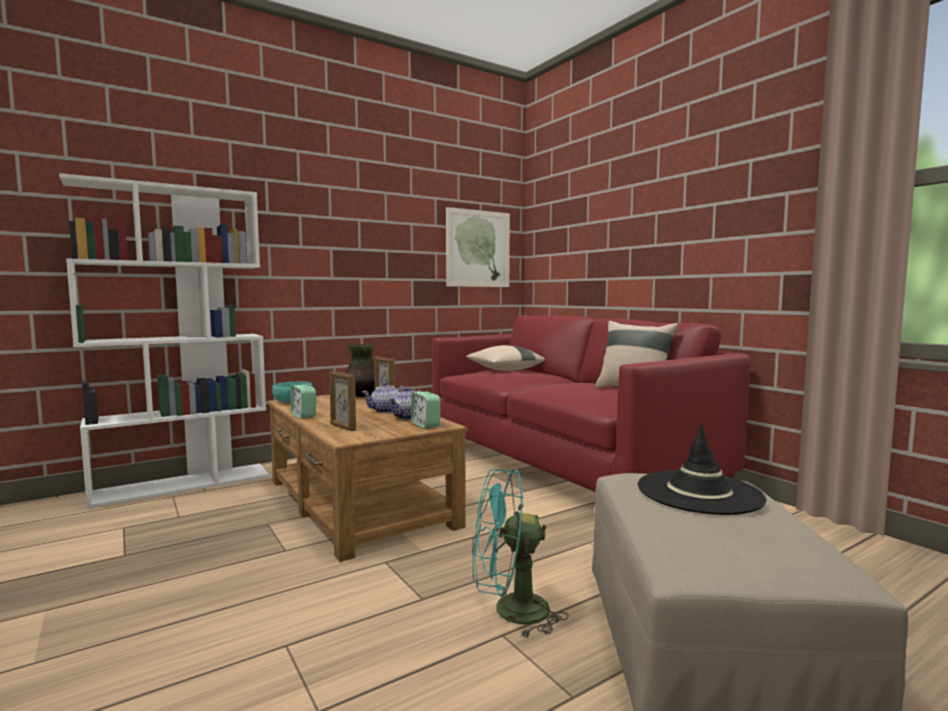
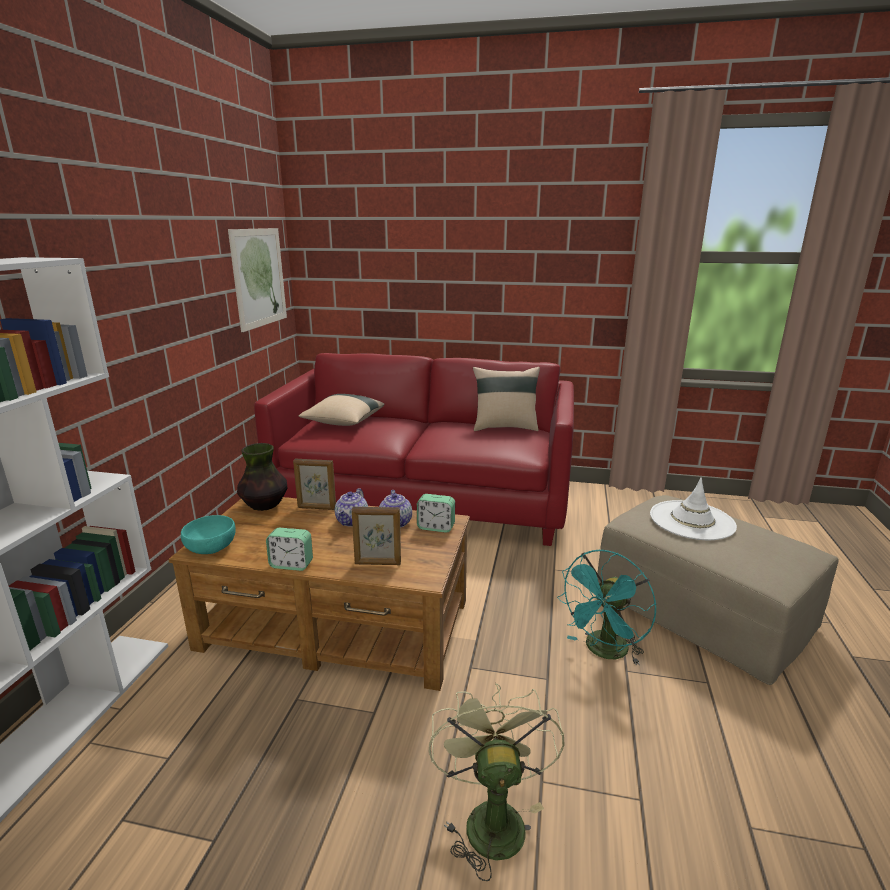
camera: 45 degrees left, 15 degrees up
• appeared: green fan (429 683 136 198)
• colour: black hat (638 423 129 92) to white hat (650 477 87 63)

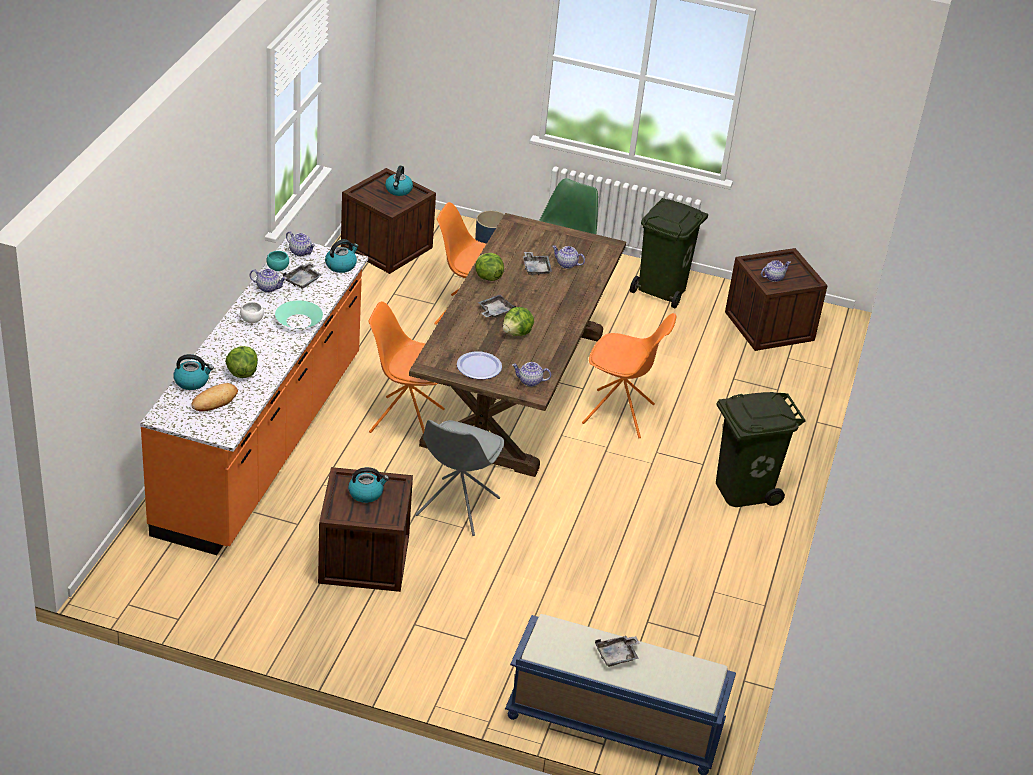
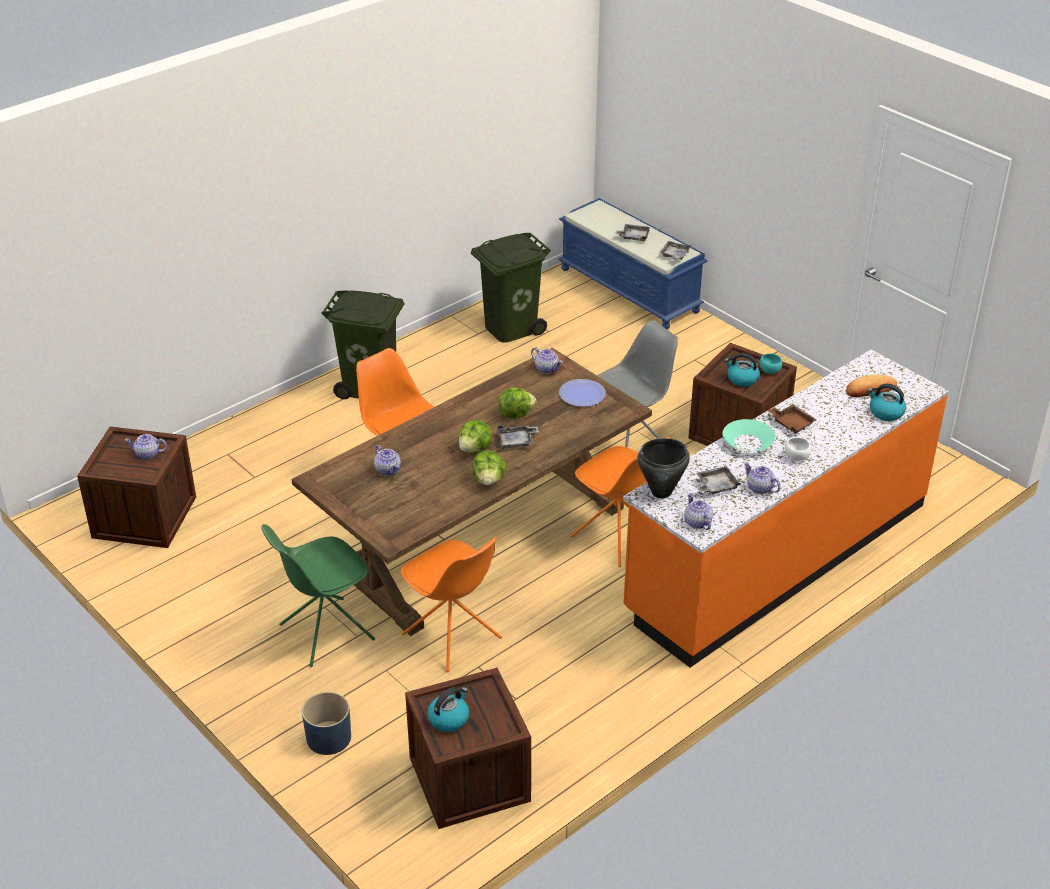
camera: 145 degrees left, 0 degrees up
• appeared: brown tray (768 404 48 30)
• relocated: lettuce (225 346 33 32) to (459 420 33 33)
• relocated: turquoise bowl (266 251 23 20) to (760 353 22 21)
• relocated: grey tray (523 252 29 23) to (660 241 31 20)
• relocated: green trash can (630 198 78 110) to (471 233 80 110)
• exchanged: kettle (325 239 34 34) to black cooking pot (637 438 53 61)

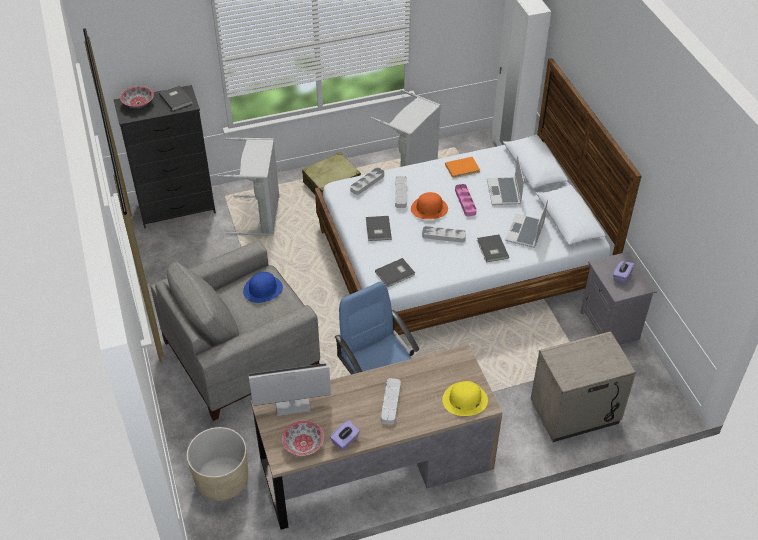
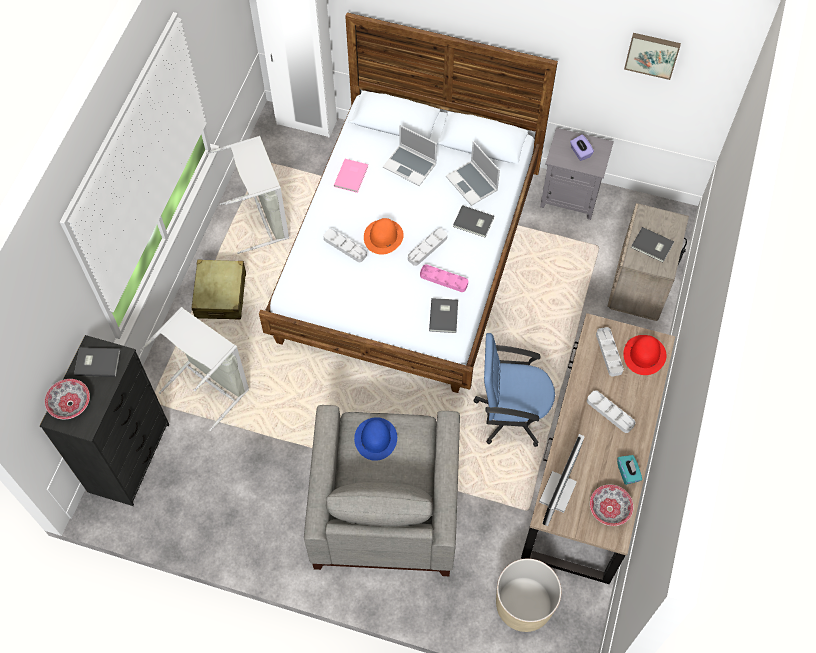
camera: 55 degrees left, 15 degrees up
• appeared: picture (624 33 57 47)
• relocated: grey tray (350 168 34 27) to (596 327 28 49)
• relocated: grey book (366 216 26 25) to (631 227 43 35)
• relocated: pink tray (455 184 22 32) to (420 264 48 28)
• colour: purple tissue box (330 420 30 31) to turquoise tissue box (617 455 25 30)
• colour: yellow hat (442 381 46 35) to red hat (623 335 44 40)
• colour: orange book (445 157 35 21) to pink book (334 159 34 34)

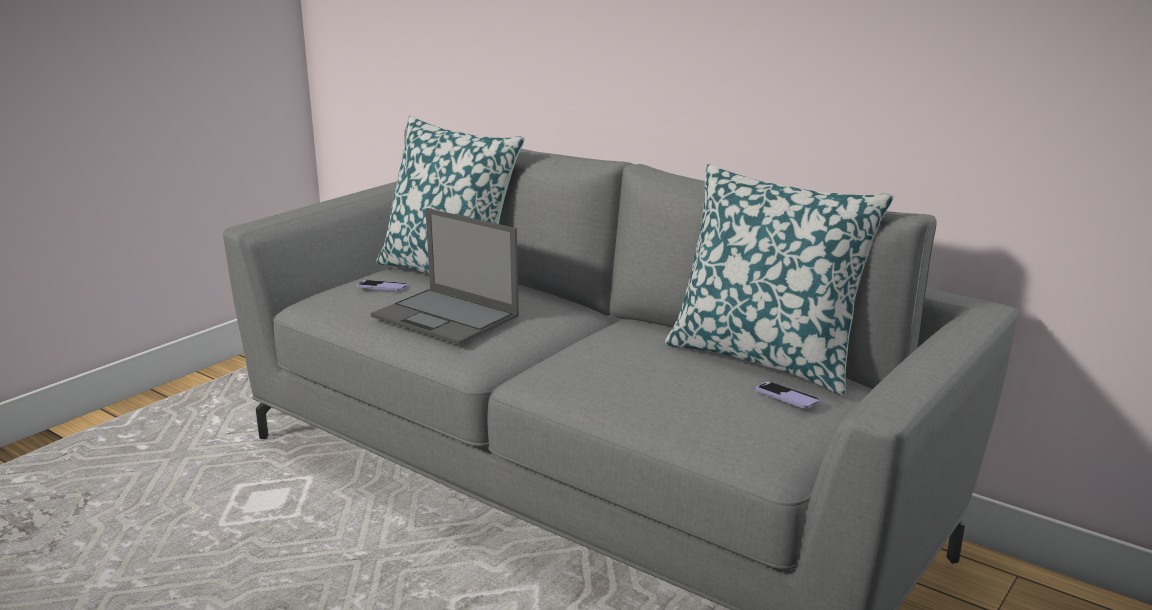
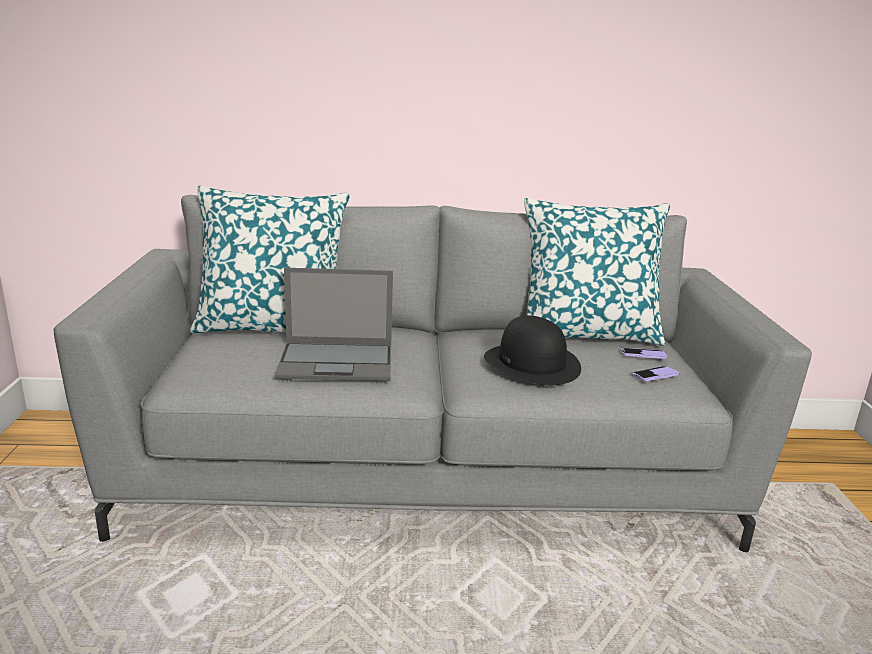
camera: 40 degrees left, 0 degrees up
• appeared: black hat (484 315 97 70)
• relocated: phone (356 280 52 11) to (631 366 49 15)

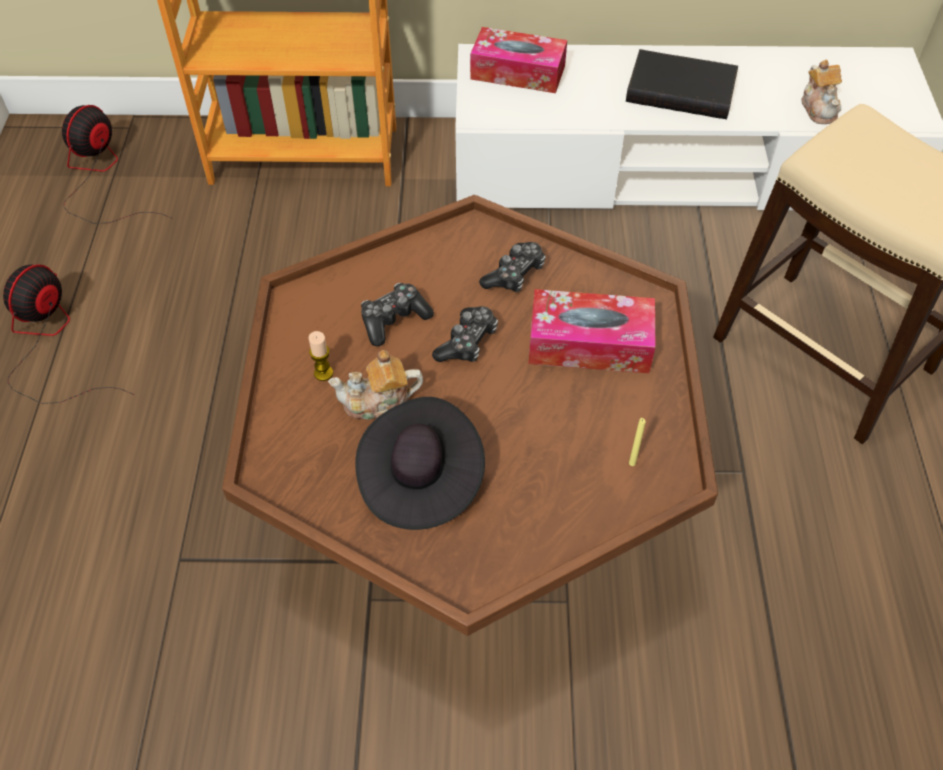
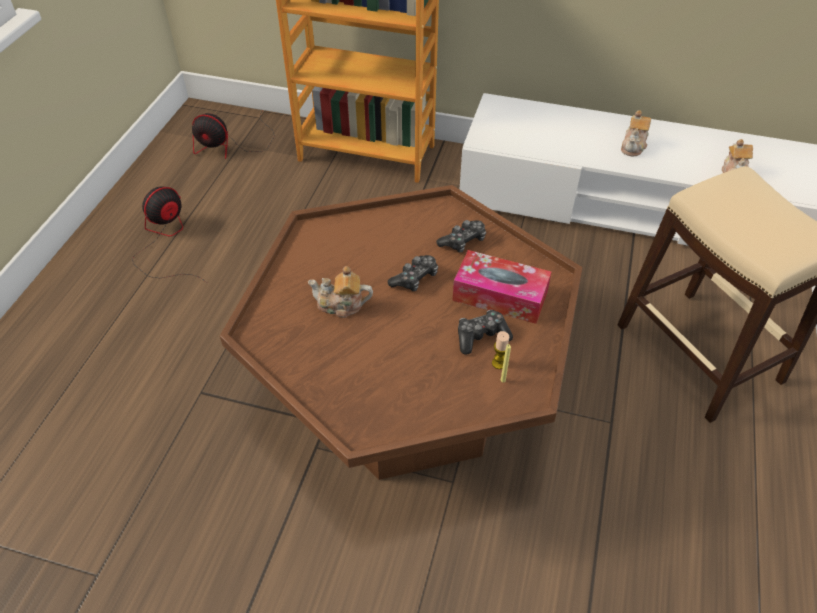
camera: 15 degrees right, 5 degrees down
• missing: black hat (355 397 130 133)
• missing: tissue box (470 27 97 66)
• relocated: candle (308 331 25 50) to (492 331 17 38)
• relocated: game controller (361 283 73 63) to (458 310 55 45)
• exchanged: black book (626 49 112 70) to teapot (621 110 30 46)
• spun: fan (62 105 111 118) = (192 110 83 49) 120 degrees counterclockwise

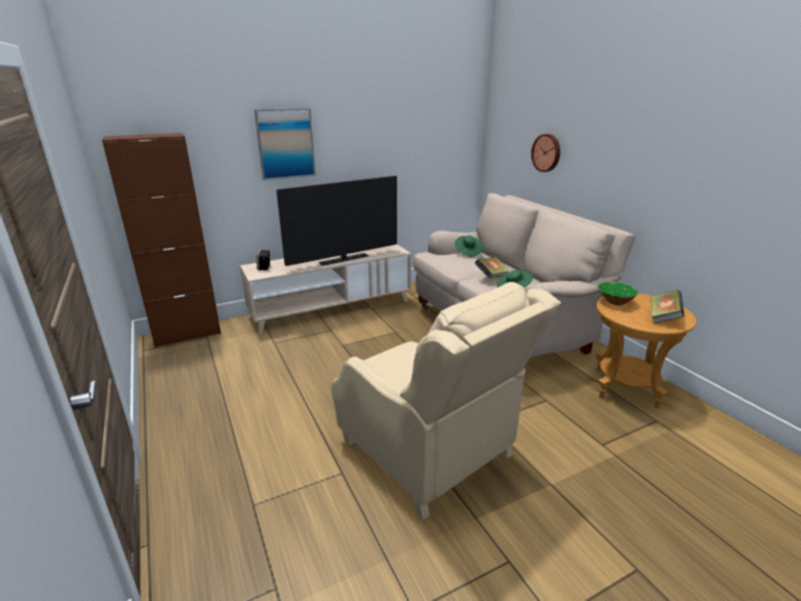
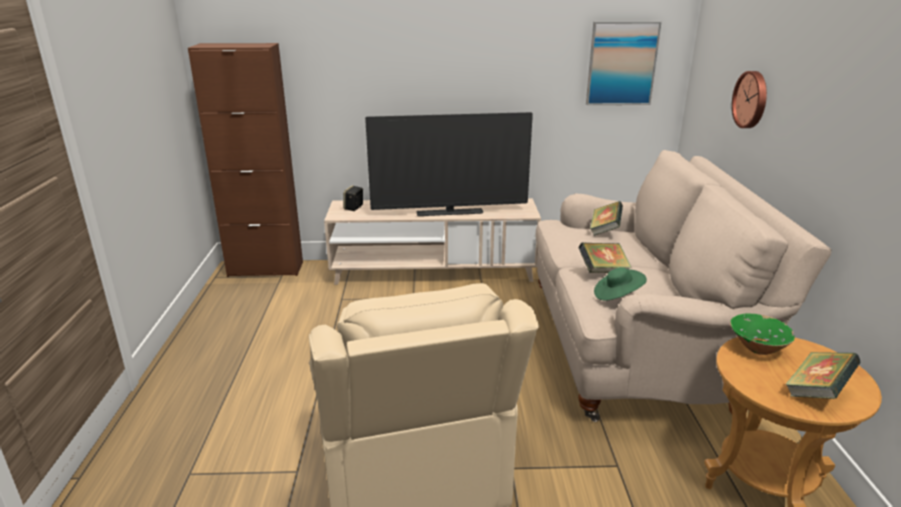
camera: 25 degrees right, 0 degrees up
• relocated: picture (254 108 62 72) to (586 21 76 84)
• exchanged: green hat (455 235 28 22) to book (590 201 33 35)

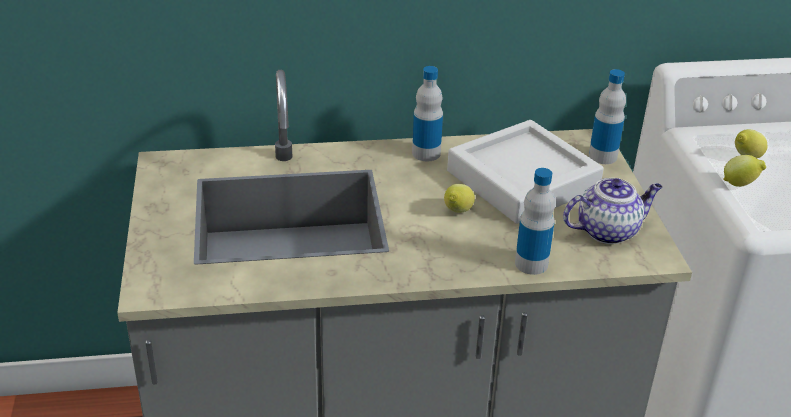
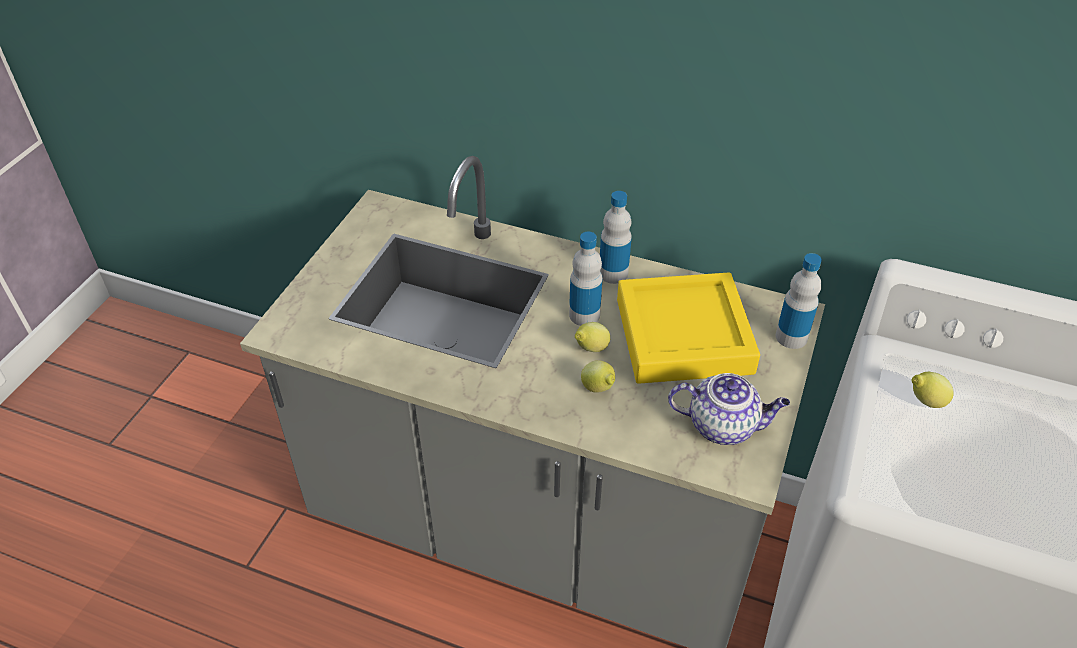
camera: 30 degrees right, 10 degrees up
• relocated: bottle (515 168 40 107) to (569 232 34 94)
• relocated: lemon (723 155 43 32) to (581 360 34 33)
• colour: grey tray (447 120 157 104) to yellow tray (617 272 143 112)

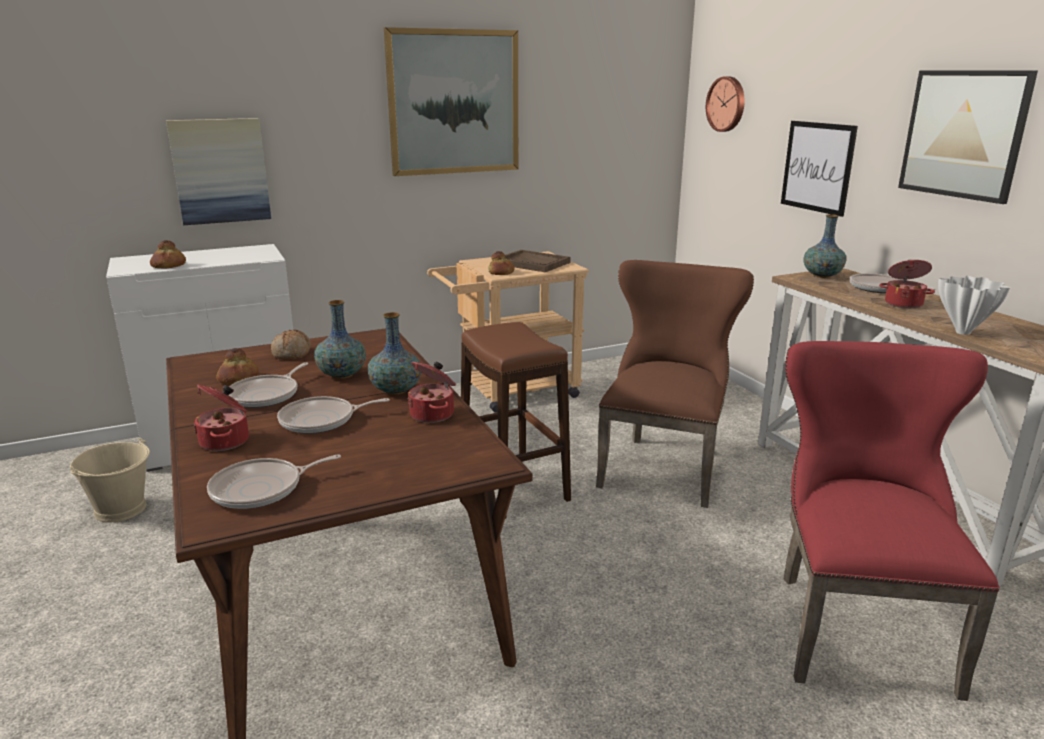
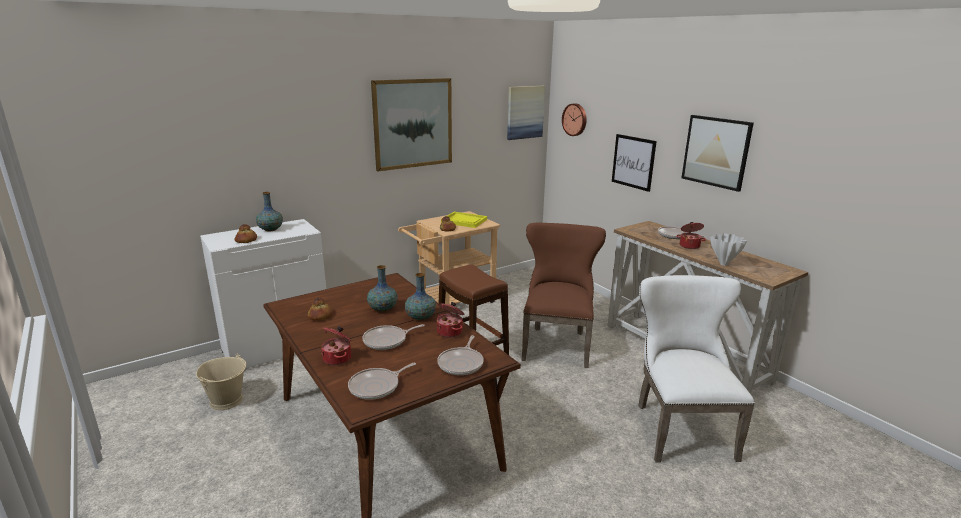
camera: 10 degrees left, 0 degrees up
• missing: bread (271 330 40 30)
• relocated: picture (166 118 105 107) to (507 86 38 54)
• relocated: frying pan (229 362 79 46) to (437 335 47 40)
• relocated: vase (803 214 43 64) to (256 192 27 40)
• colour: brown tray (505 250 66 22) to yellow tray (441 212 46 16)
• colour: red chair (784 341 215 360) to white chair (638 275 117 188)

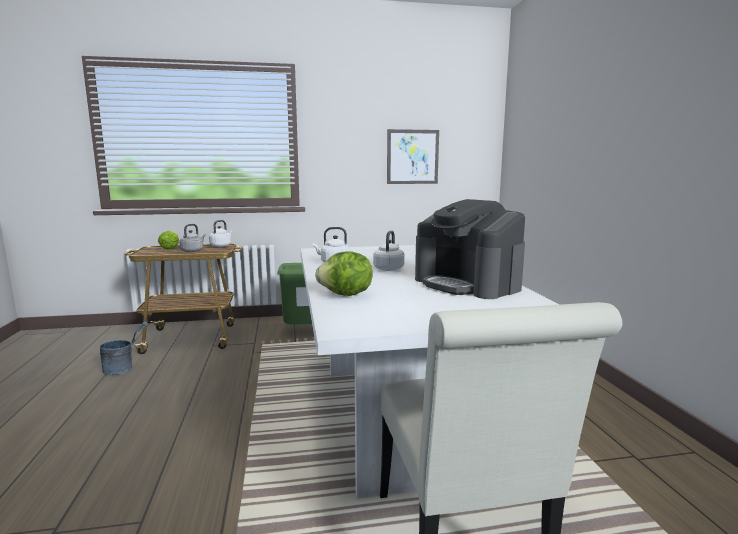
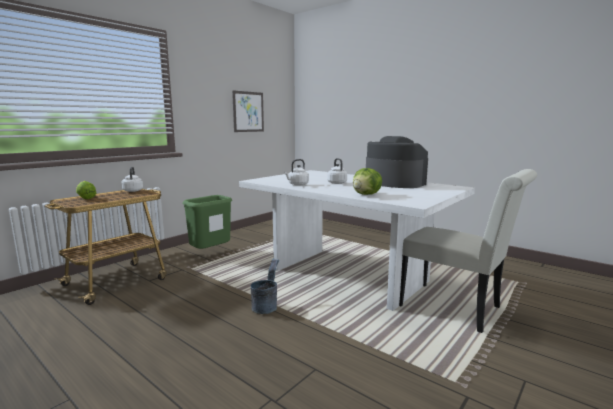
camera: 40 degrees left, 0 degrees up
• missing: grey kettle (179 224 27 28)
• relocated: grey bucket (100 321 48 54) to (251 258 28 56)
• spun: coffee machine (415 199 110 100) = (366 136 62 52) 150 degrees counterclockwise

